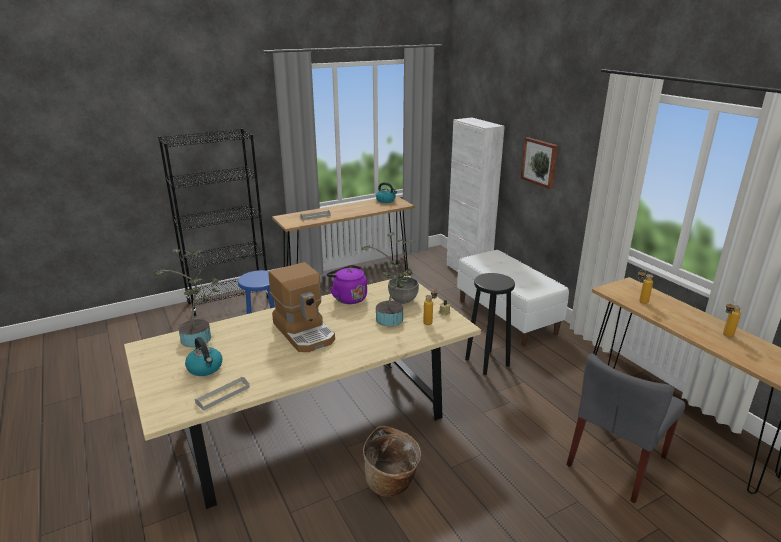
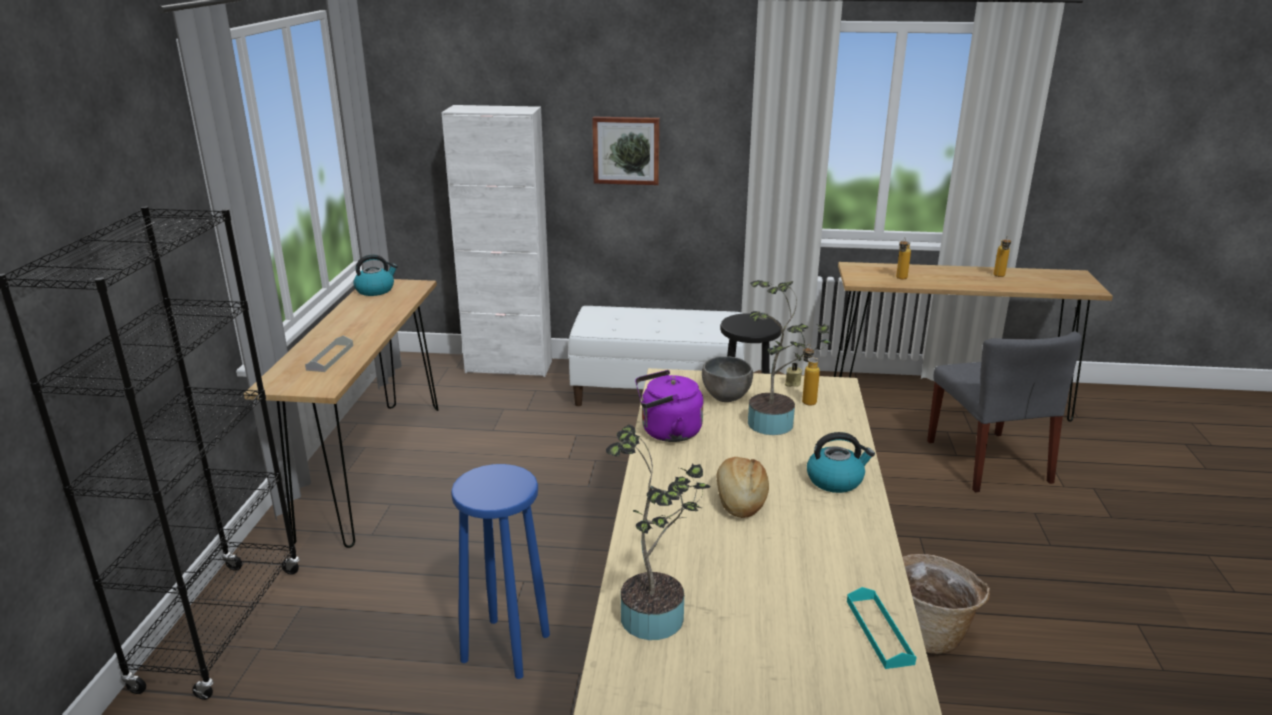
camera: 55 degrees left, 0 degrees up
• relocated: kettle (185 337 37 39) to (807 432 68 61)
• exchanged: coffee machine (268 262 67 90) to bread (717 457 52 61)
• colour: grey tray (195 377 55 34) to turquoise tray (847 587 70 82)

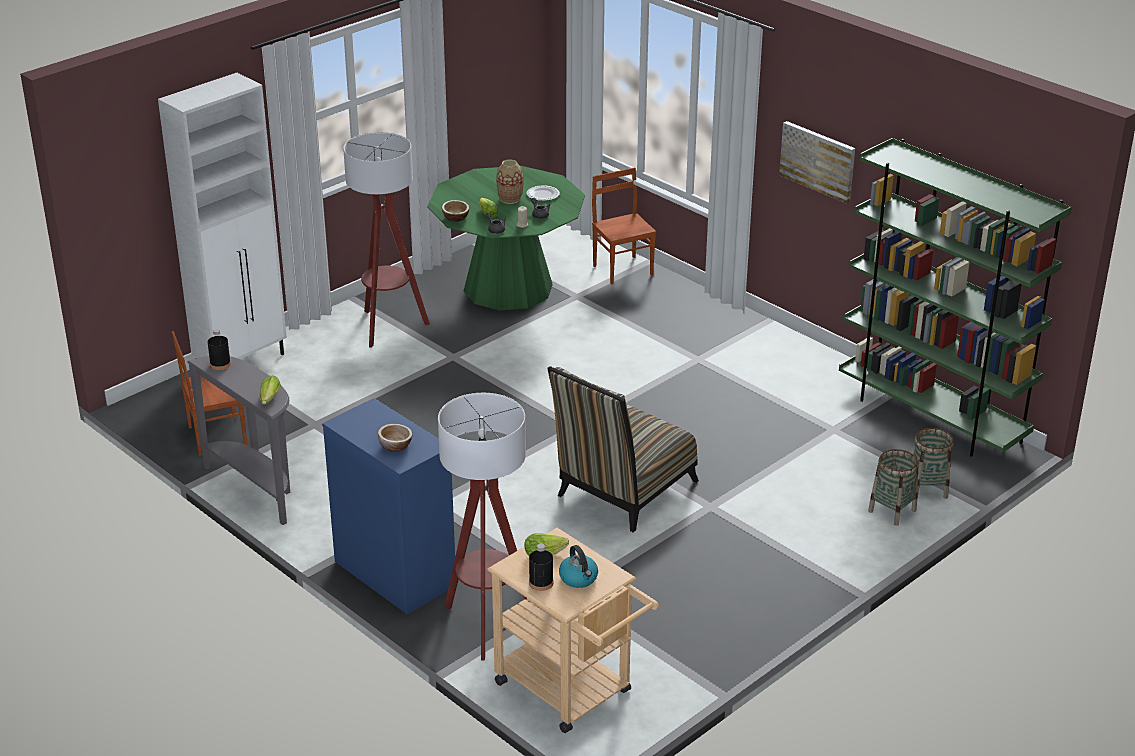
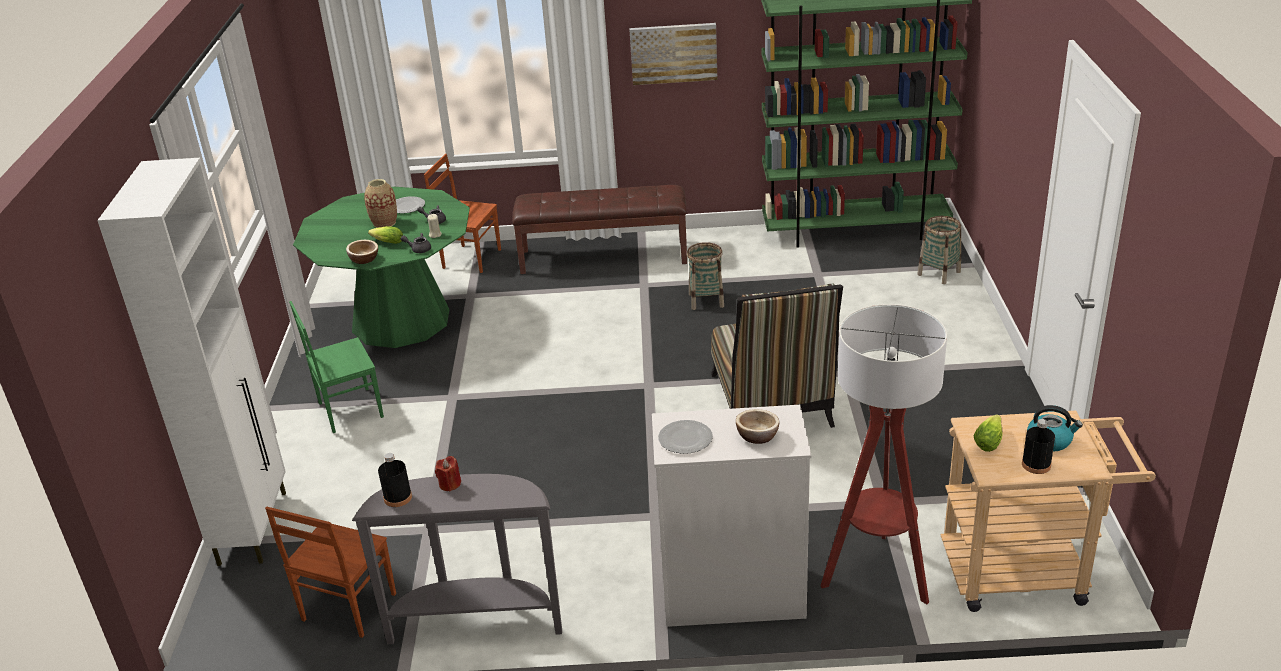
camera: 45 degrees left, 0 degrees up
• missing: lettuce (260 375 21 29)
• appeared: red candle (435 456 26 36)
• appeared: brown bench (512 185 175 89)
• appeared: plate (658 420 55 34)
• relocated: basket (868 449 50 77) to (687 242 37 68)
• exchanged: floor lamp (343 132 87 216) to green chair (289 301 95 132)
• colour: blue dresser (322 398 133 216) to white dresser (652 405 160 222)

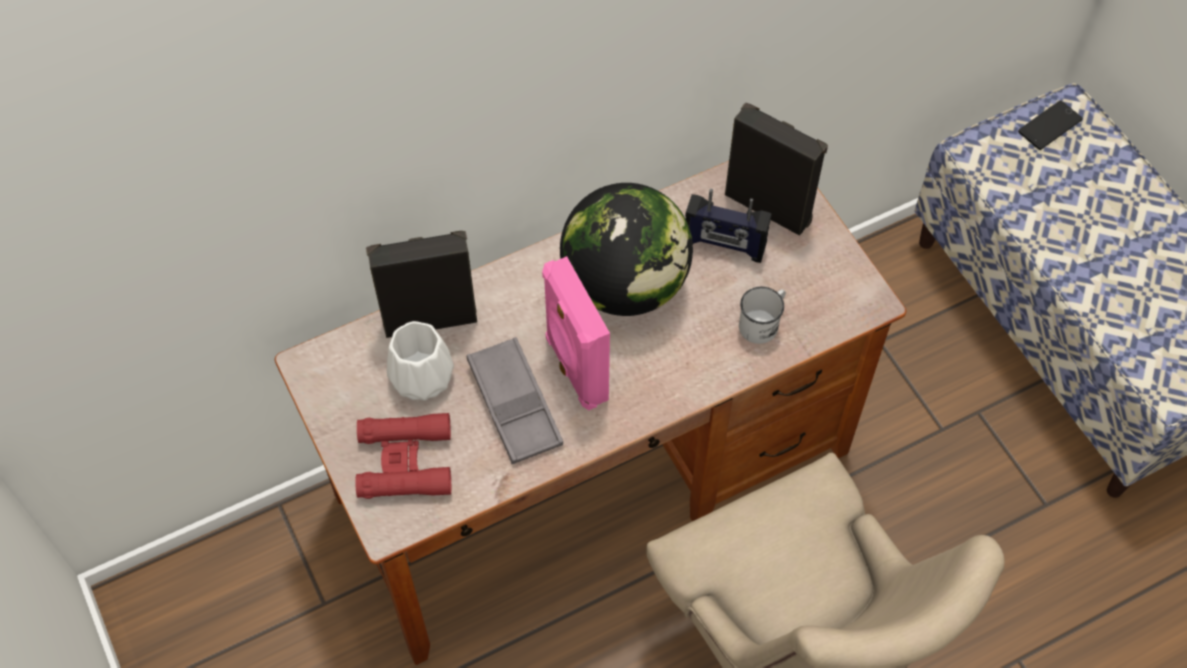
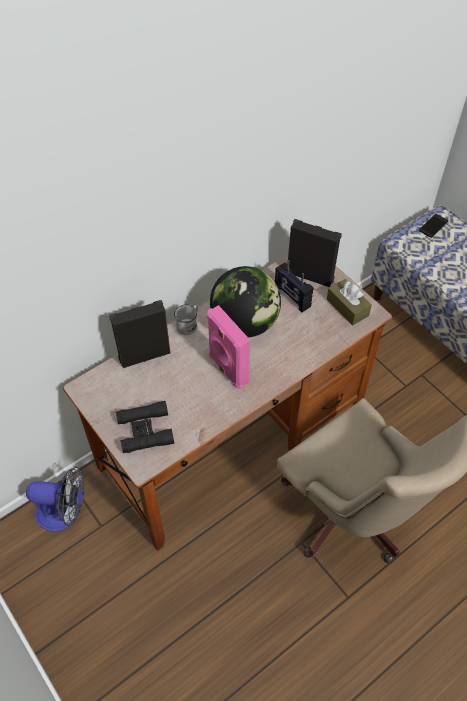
camera: 10 degrees left, 5 degrees down
• missing: white vase (387 321 67 80)
• missing: grey tray (467 337 96 127)
• appeared: fan (26 467 58 65)
• appeared: brown tissue box (327 279 45 46)
• relocated: white mug (739 287 47 57) to (174 305 24 30)
• colour: red binoculars (355 413 96 86) to black binoculars (116 401 58 52)
• spun: radio (685 189 87 74) = (275 260 39 52) 45 degrees clockwise

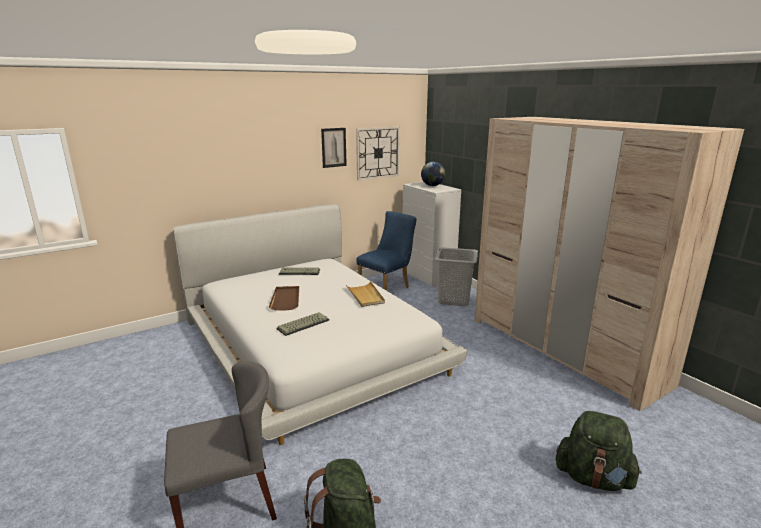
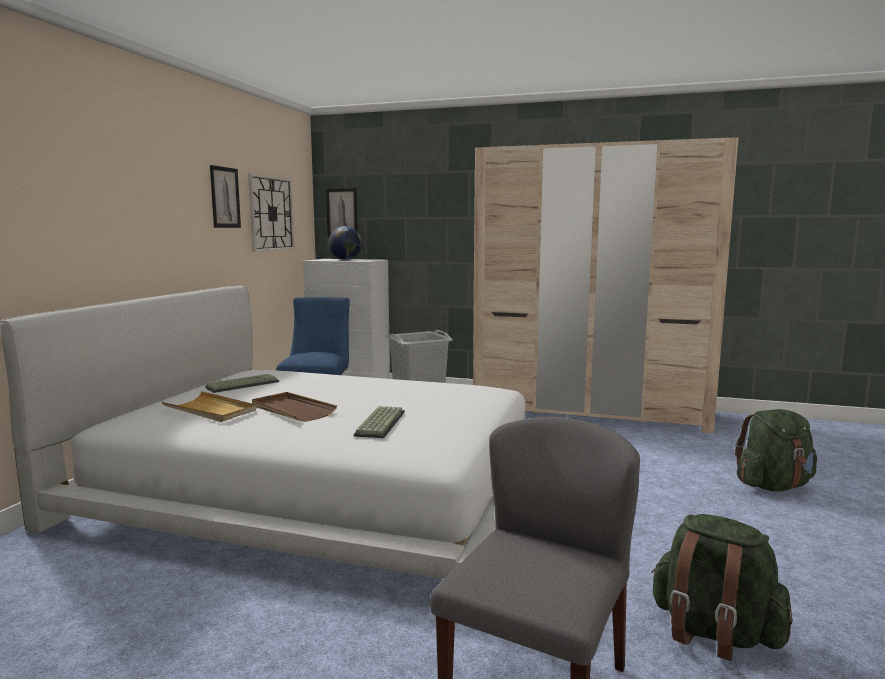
camera: 40 degrees left, 10 degrees down
• appeared: picture (326 188 32 48)
• relocated: beige tray (346 281 39 26) to (162 391 94 31)

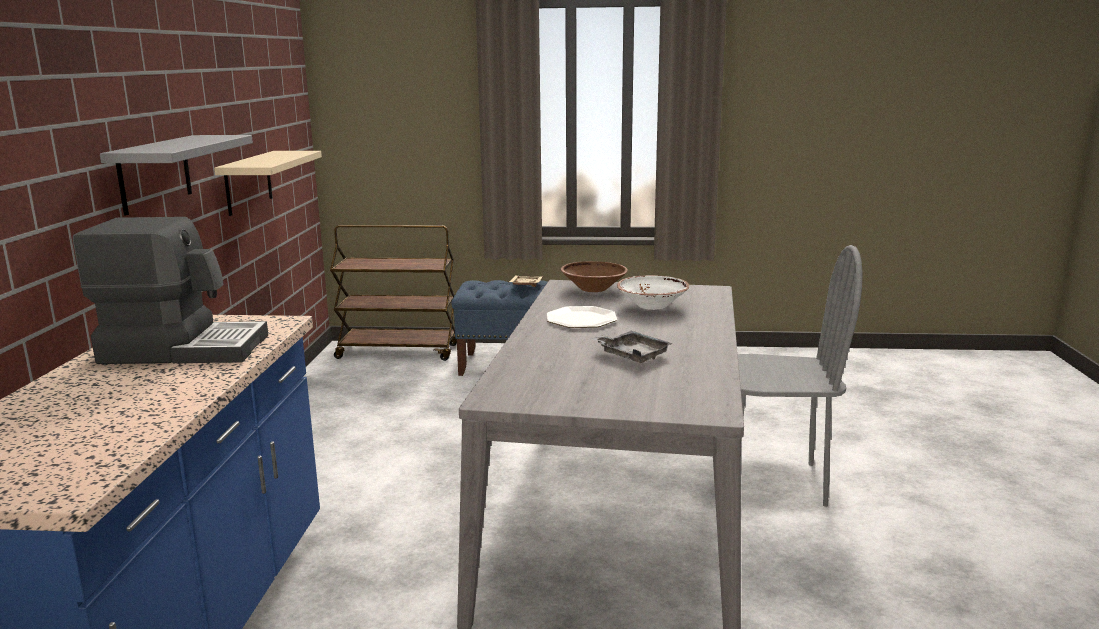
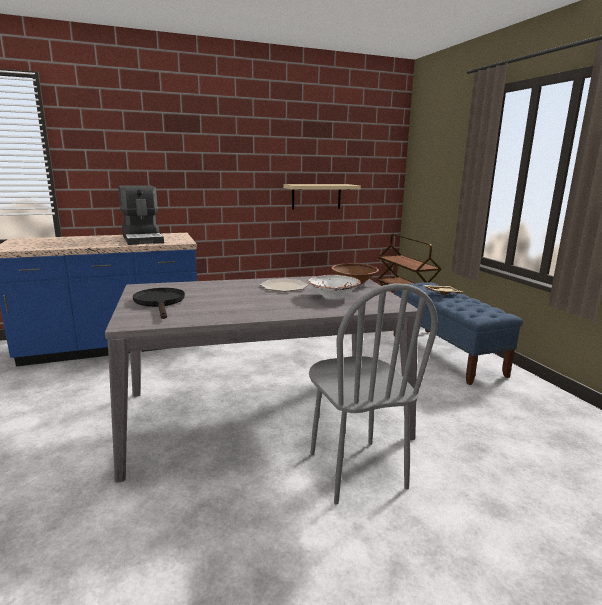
camera: 65 degrees right, 0 degrees up
• missing: grey shelf (100 135 153 81)
• missing: grey tray (591 331 82 32)
• appeared: black frying pan (133 288 52 31)

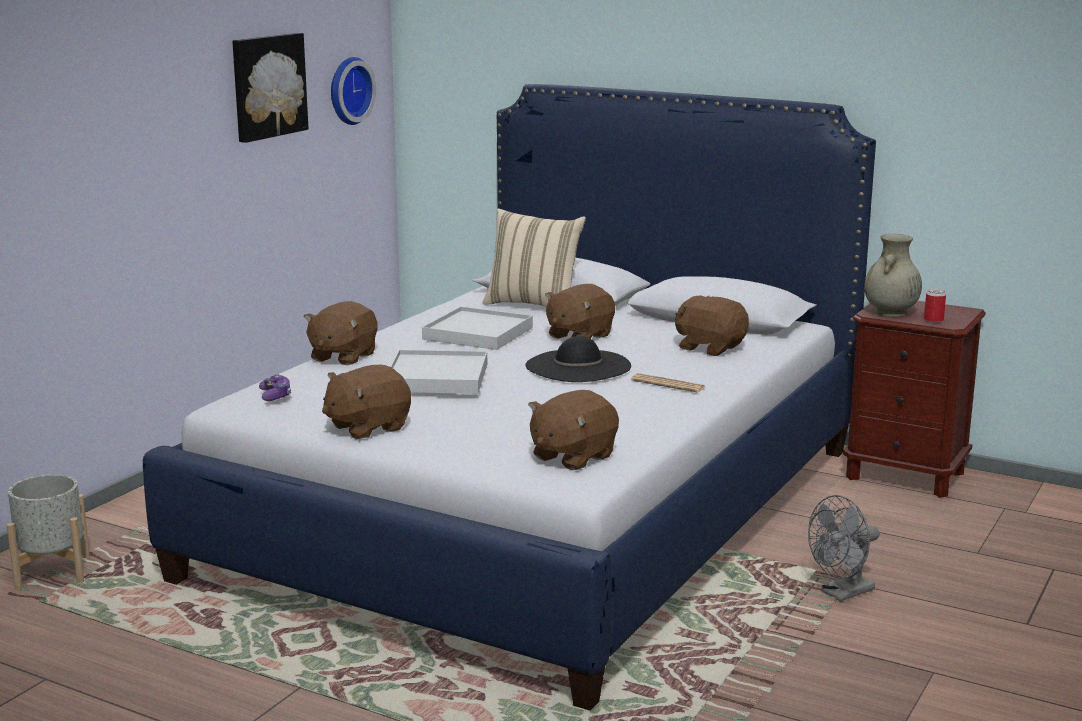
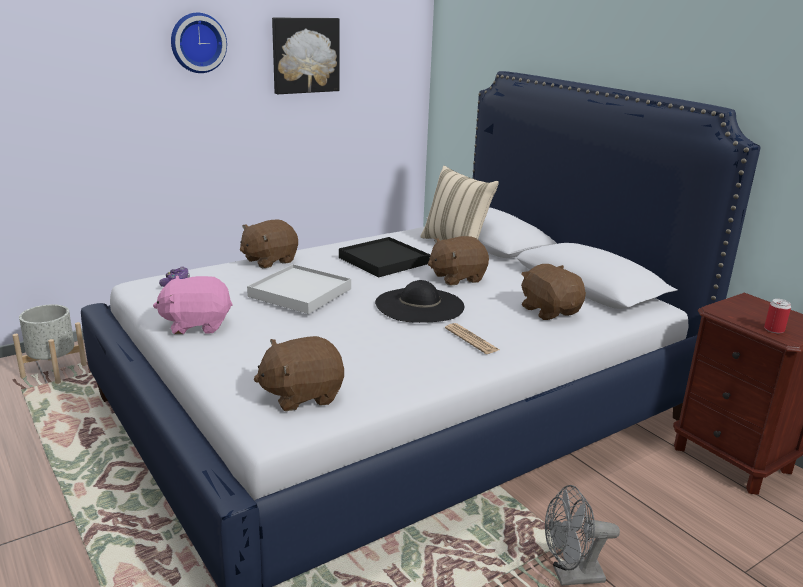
camera: 25 degrees right, 5 degrees up
• missing: beige vase (864 234 58 83)
• relocated: wall clock (331 57 45 68) to (171 13 56 60)
• colour: brown plush toy (322 365 89 74) to pink plush toy (153 276 80 58)
• colour: white tray (422 307 111 43) to black tray (339 237 91 41)

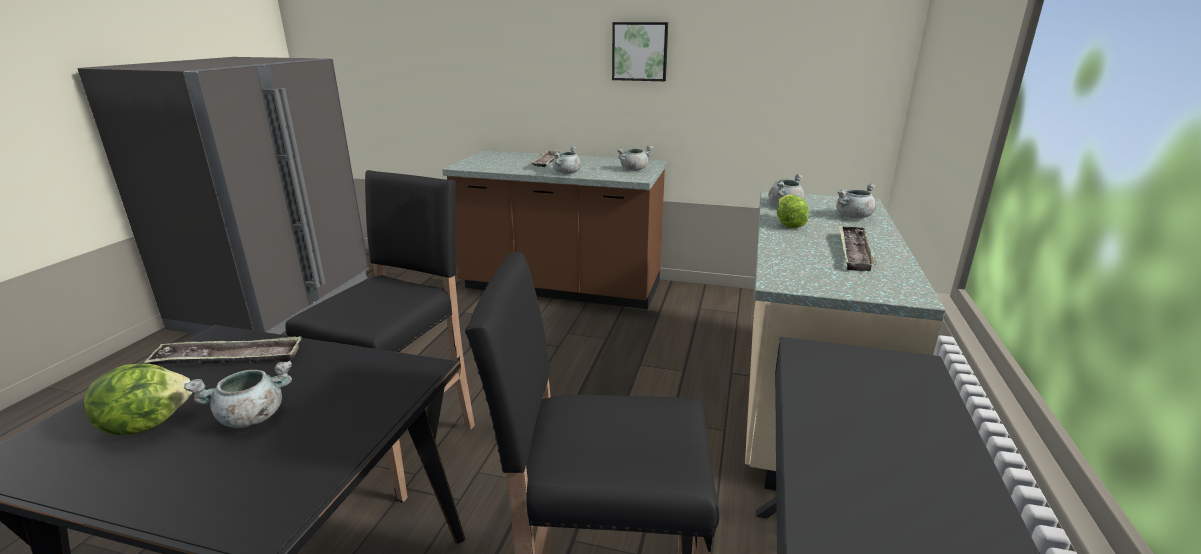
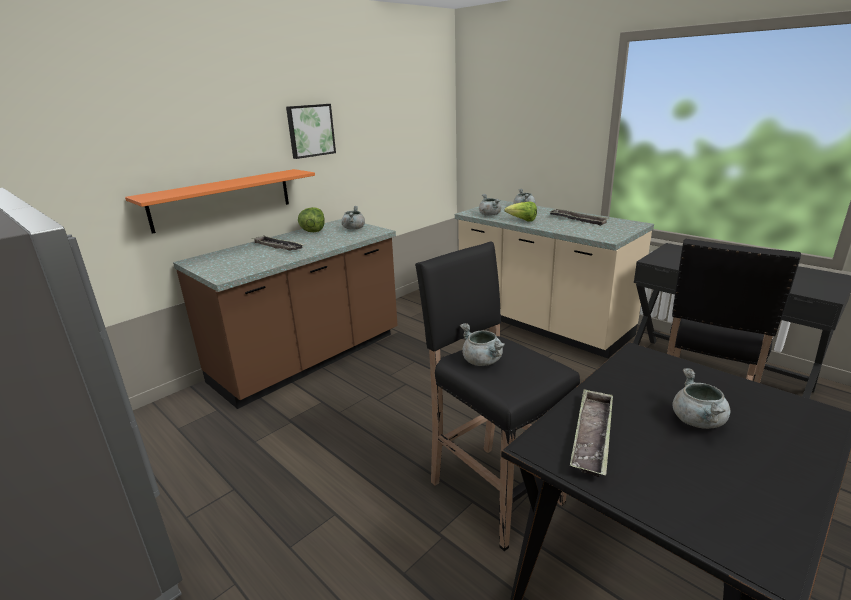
camera: 60 degrees left, 0 degrees up
• appeared: orange shelf (125 169 190 65)
• relocated: lettuce (84 363 109 72) to (298 207 27 25)
• relocated: grey cooking pot (553 146 28 28) to (460 323 45 43)

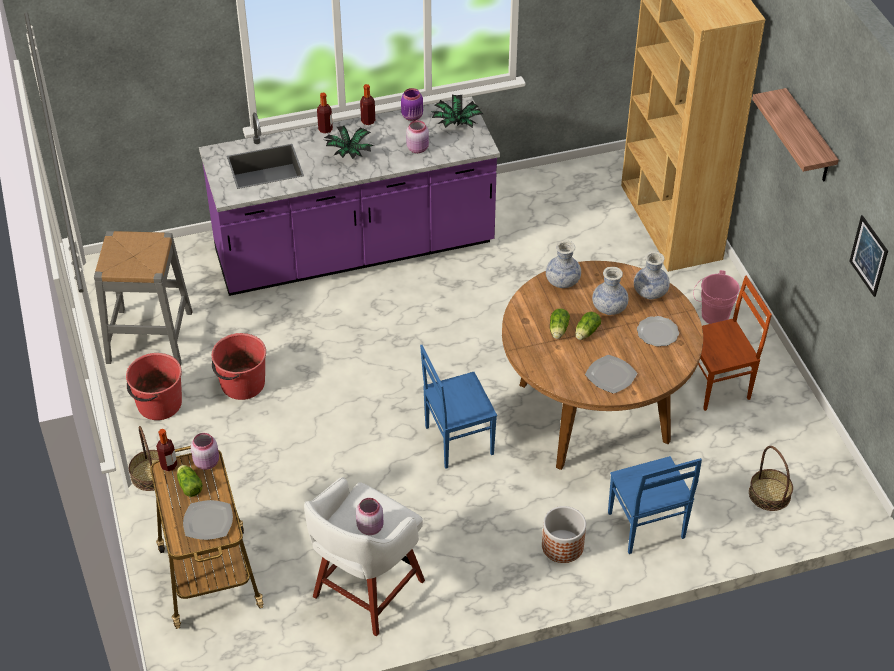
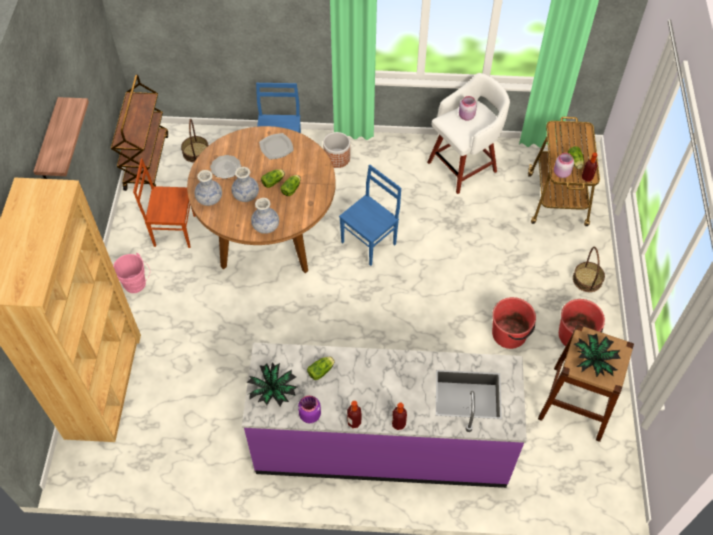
camera: 160 degrees left, 10 degrees up
• missing: plate (183 500 50 40)
• missing: picture (849 215 39 82)
• appeared: brown cart (111 75 57 116)
• relocated: potted plant (324 126 51 33) to (574 334 47 43)
• exchanged: pink jar (406 120 23 33) to lettuce (307 357 28 23)
• colour: grey stool (94 231 98 134) to brown stool (538 325 96 117)
• spun: blue chair (420 345 77 124) = (339 164 62 102) 45 degrees counterclockwise

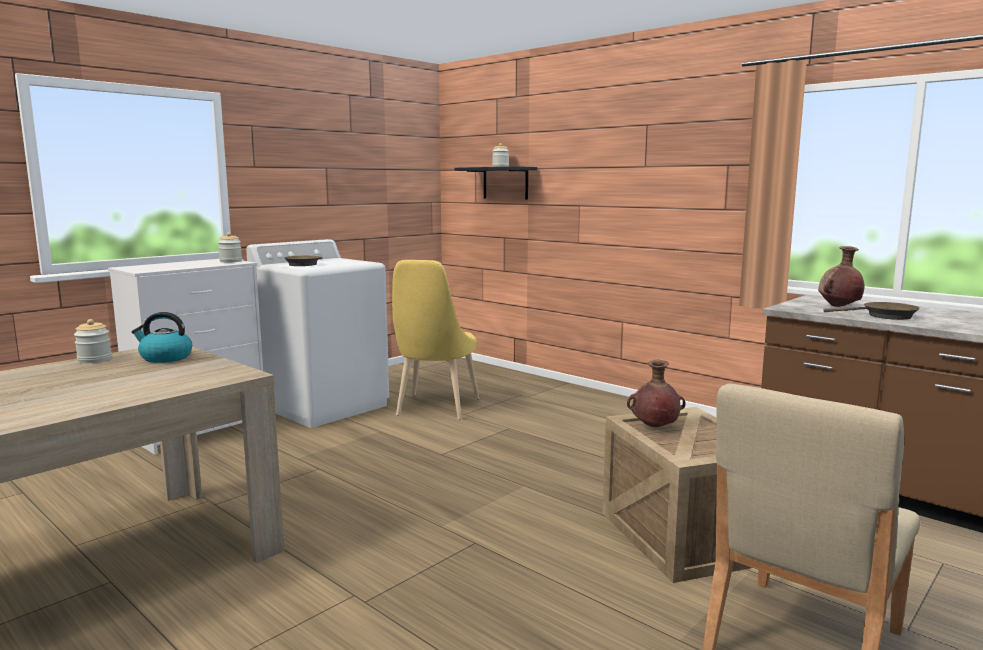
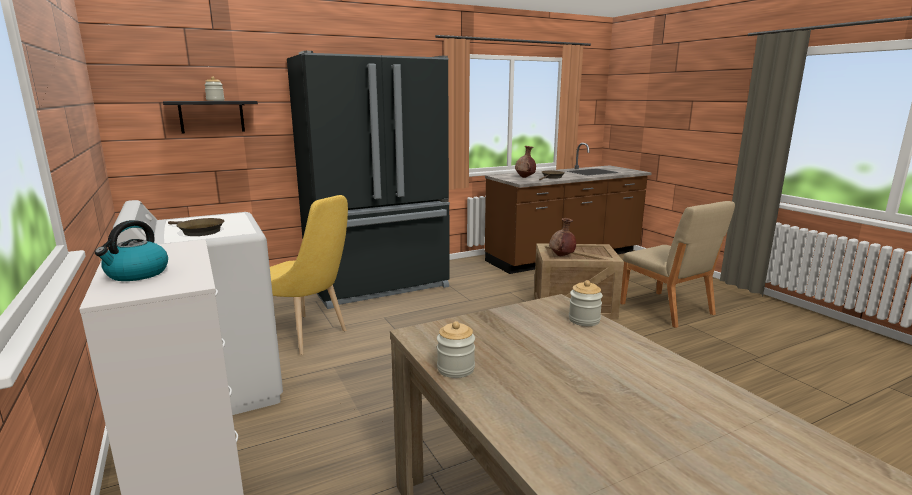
camera: 70 degrees left, 5 degrees up
• appeared: black fridge (287 51 163 258)
• relocated: kettle (132 312 60 51) to (95 220 73 61)
• relocated: jar (218 232 24 31) to (569 280 34 46)

